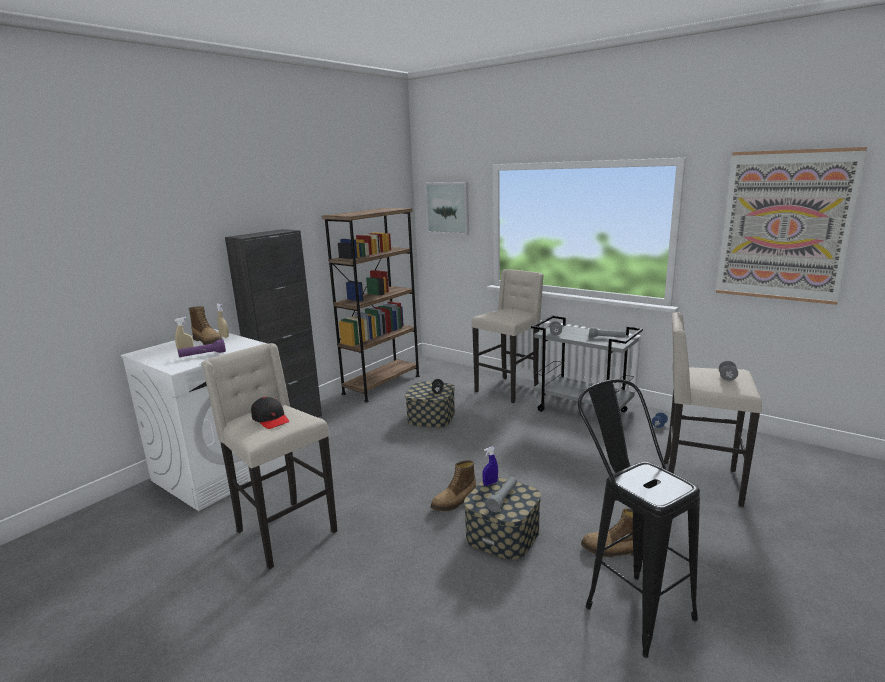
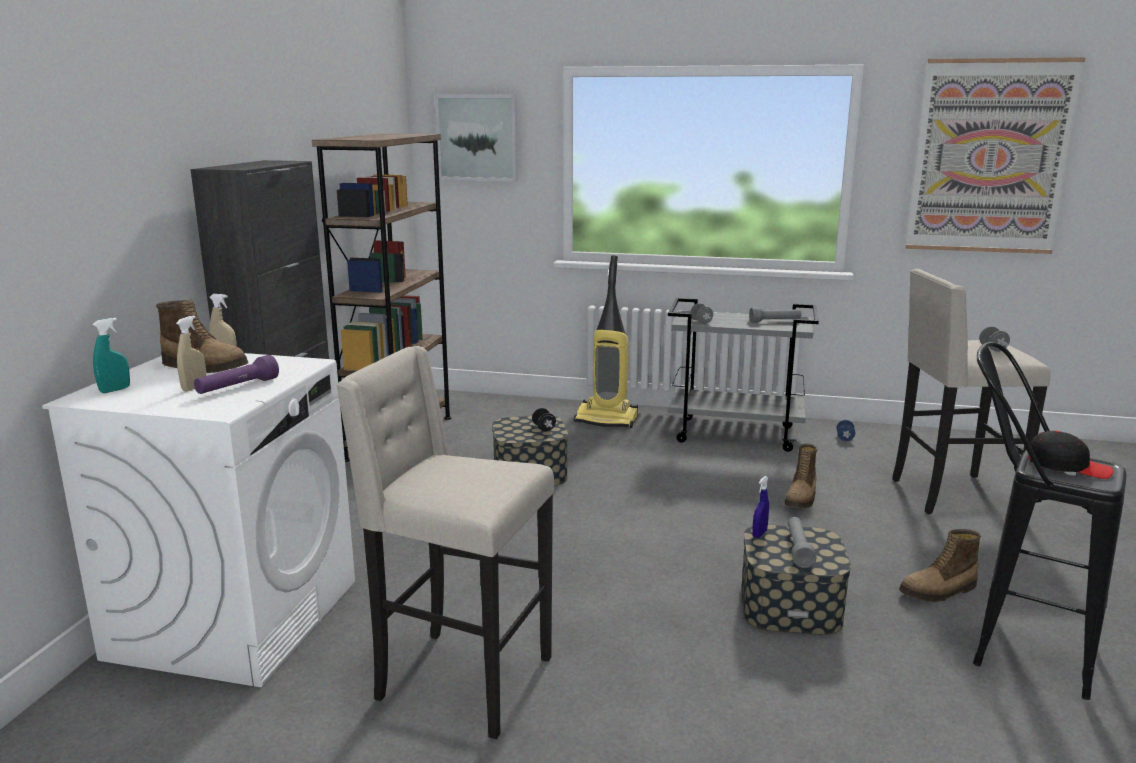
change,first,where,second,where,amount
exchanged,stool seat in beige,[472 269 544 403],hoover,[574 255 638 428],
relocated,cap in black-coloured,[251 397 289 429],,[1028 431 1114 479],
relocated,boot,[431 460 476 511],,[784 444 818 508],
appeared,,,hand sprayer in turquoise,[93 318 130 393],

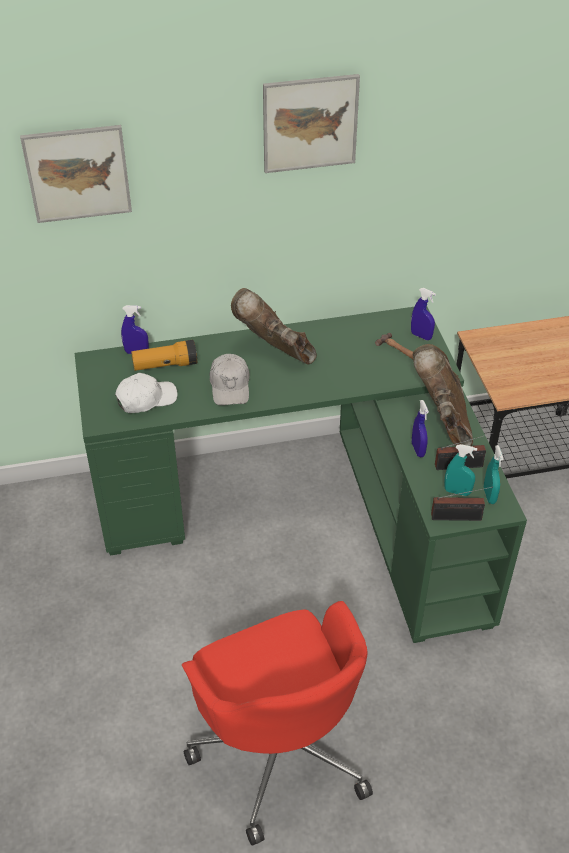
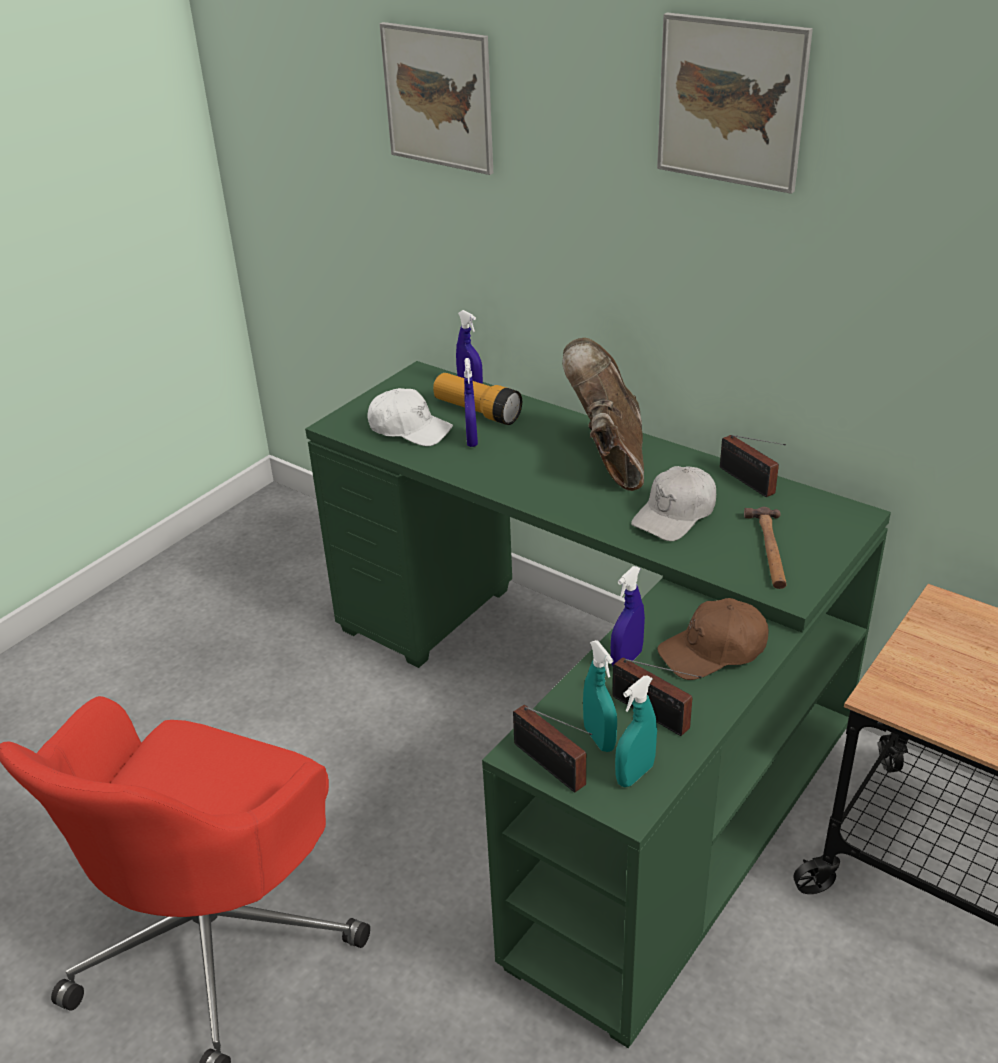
change,first,where,second,where,amount
relocated,hand sprayer in bluish,[411 288 436 340],,[464 358 478 447],
exchanged,boot in brown-coloured,[413 344 473 446],cap in brown-coloured,[657 598 769 680],
relocated,cap in white-coloured,[209 354 249 405],,[631 466 716 541],
appeared,,,radio set,[720 435 786 497],

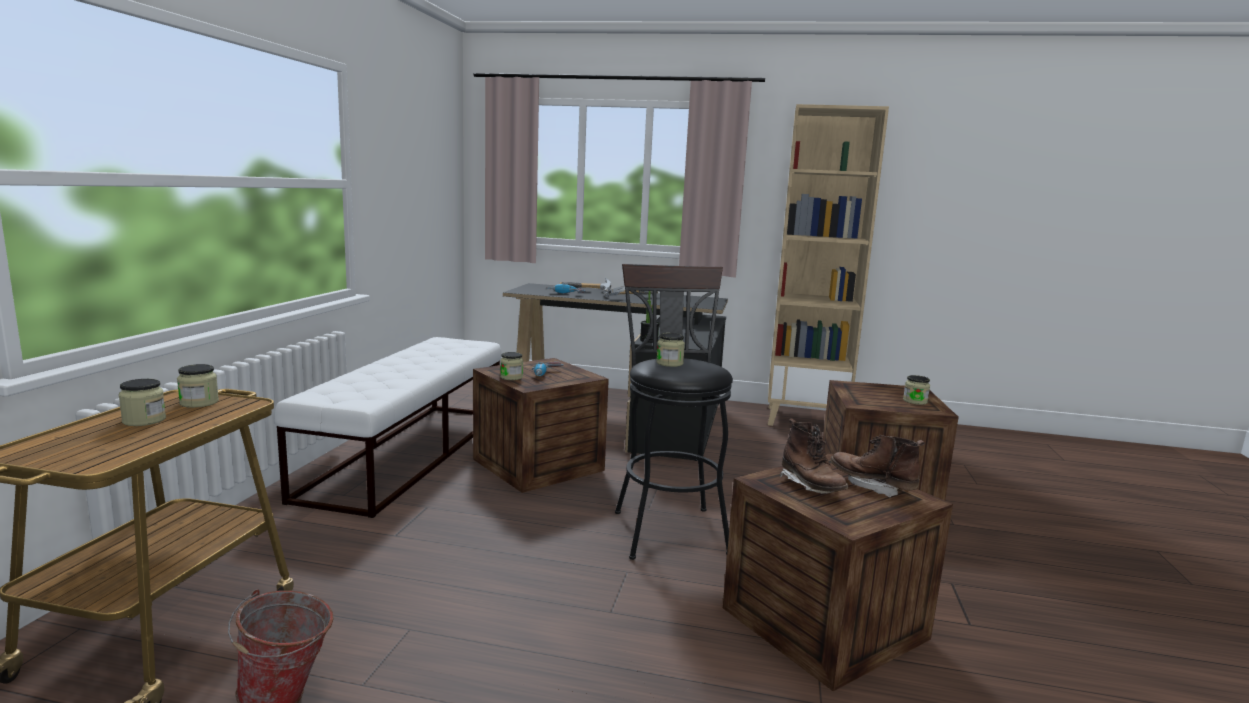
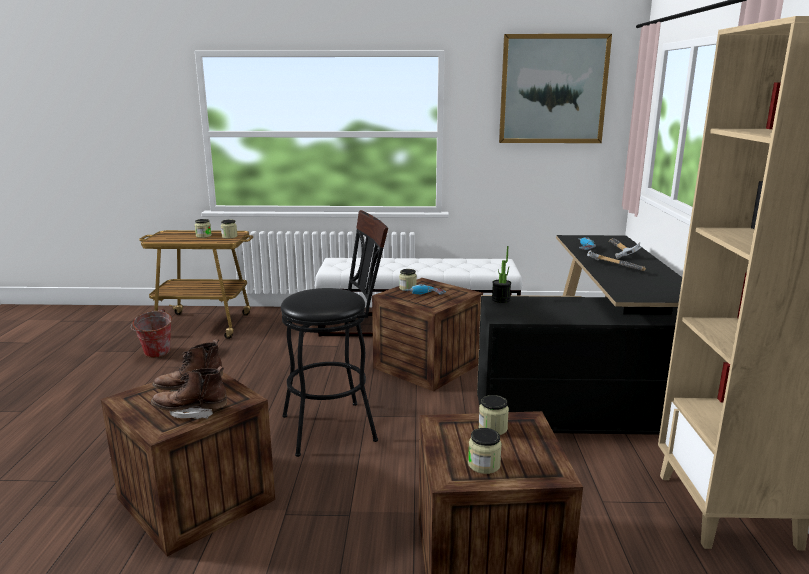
change,first,where,second,where,amount
relocated,jar,[656 333 685 367],,[478 395 509 435],
spun,boot in brown-coloured,[830 435 925 497],,[151 366 227 419],120 degrees counterclockwise
appeared,,,wall picture,[499 34 612 143],

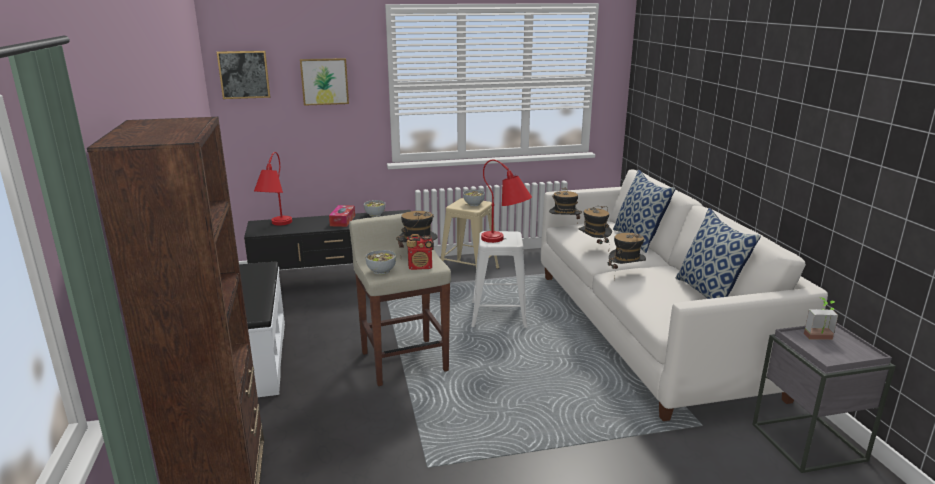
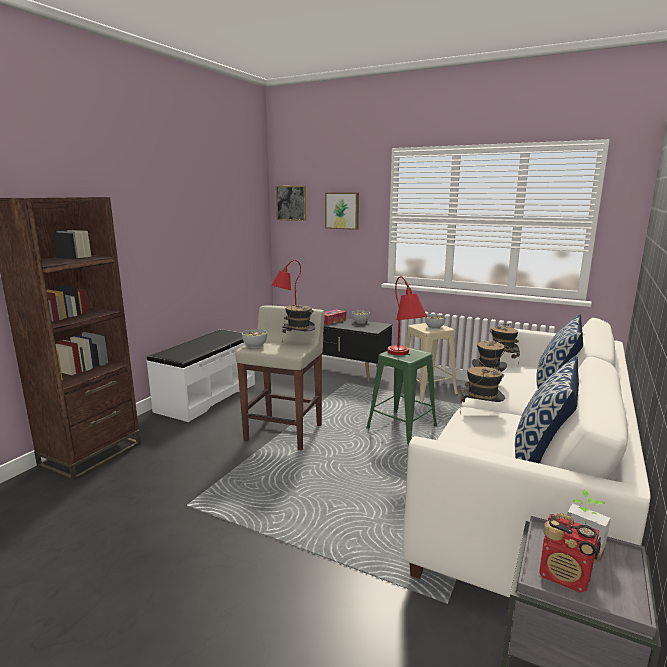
change,first,where,second,where,amount
colour,stool seat in white-coloured,[471 231 528 328],stool seat in greenish,[366 347 437 445],
relocated,radio set,[407 234 434 270],,[539 513 601 593],

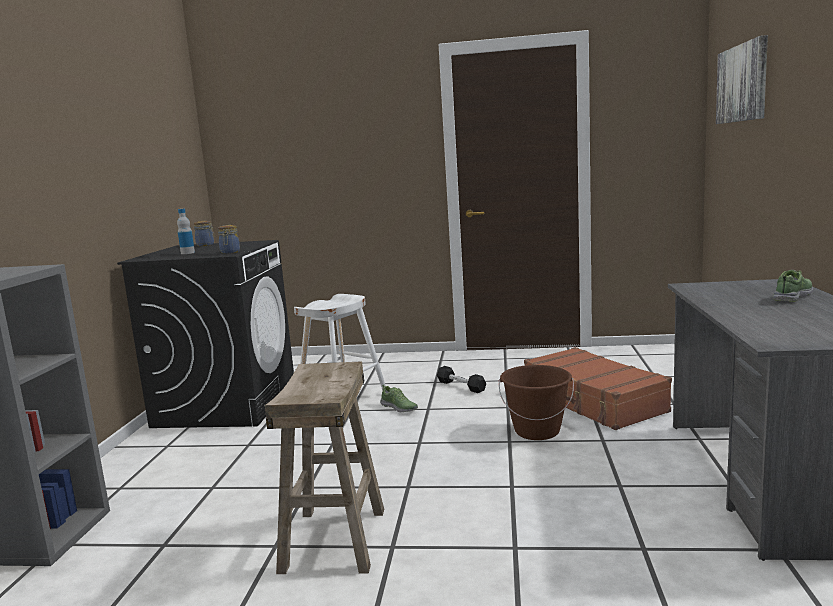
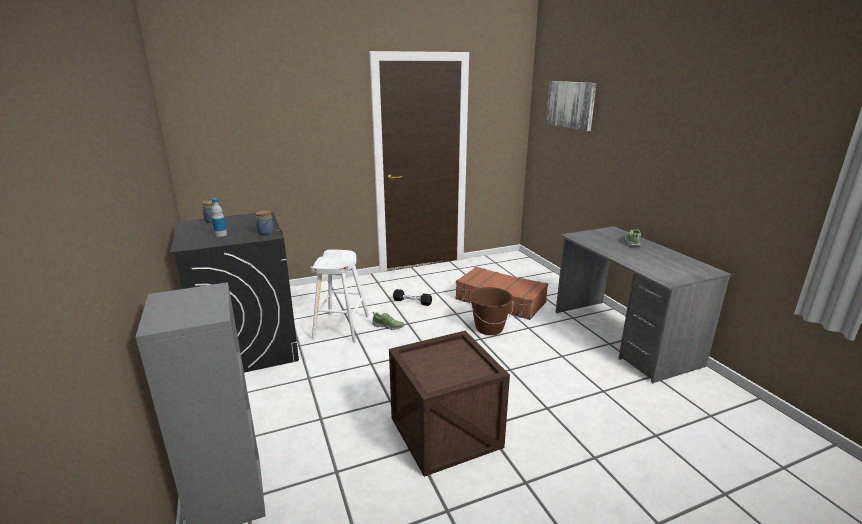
change,first,where,second,where,amount
exchanged,stool seat in beige,[265 361 384 574],shipping crate,[389 331 510 477],

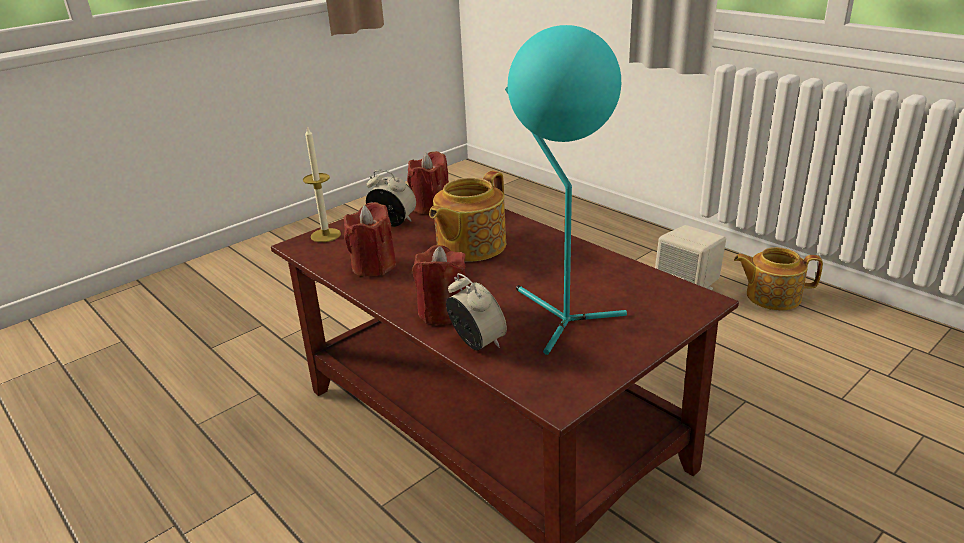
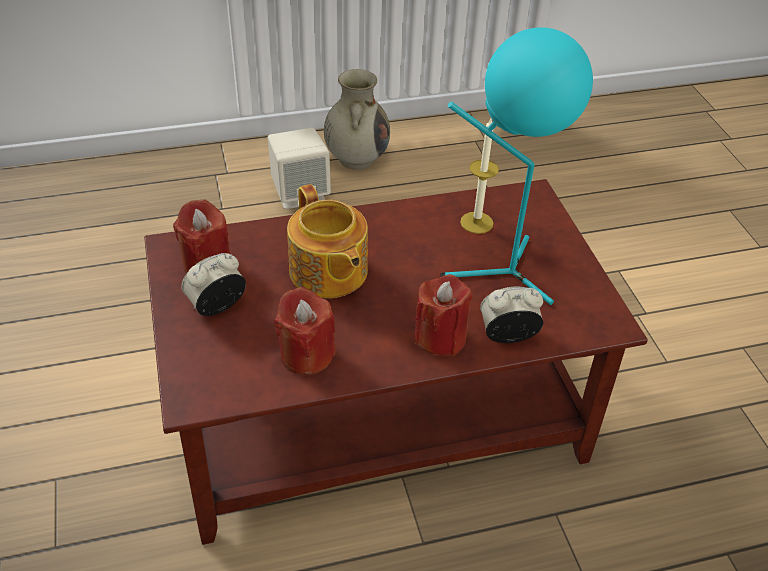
change,first,where,second,where,amount
relocated,wax light,[303 126 341 242],,[460 118 499 234],
exchanged,tea pot,[734 247 823 310],decorative vase in beige,[324 69 390 170],

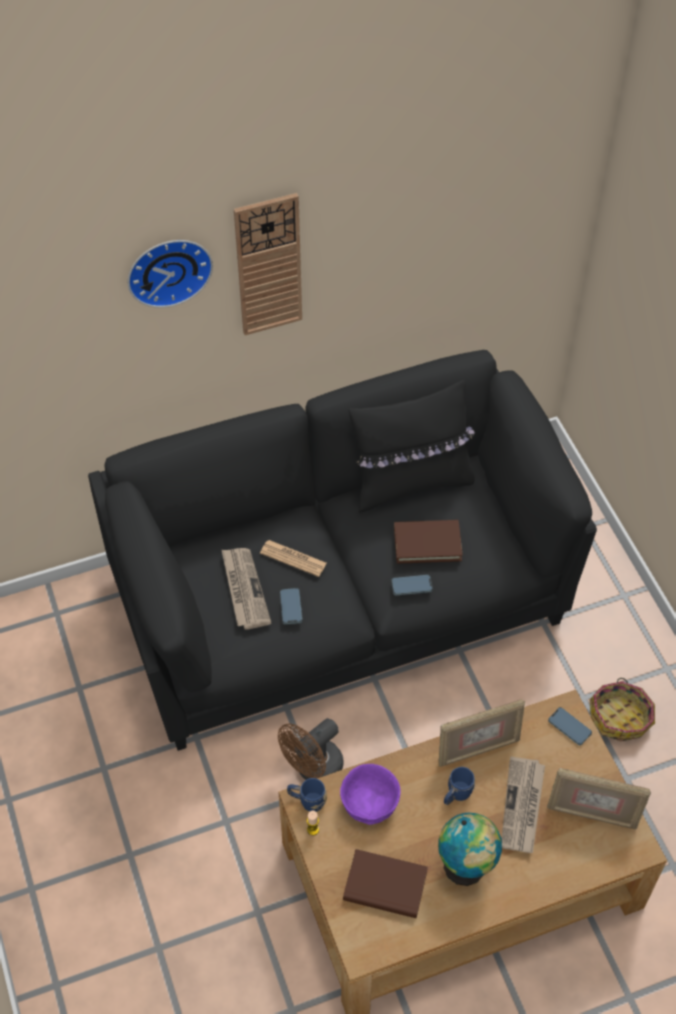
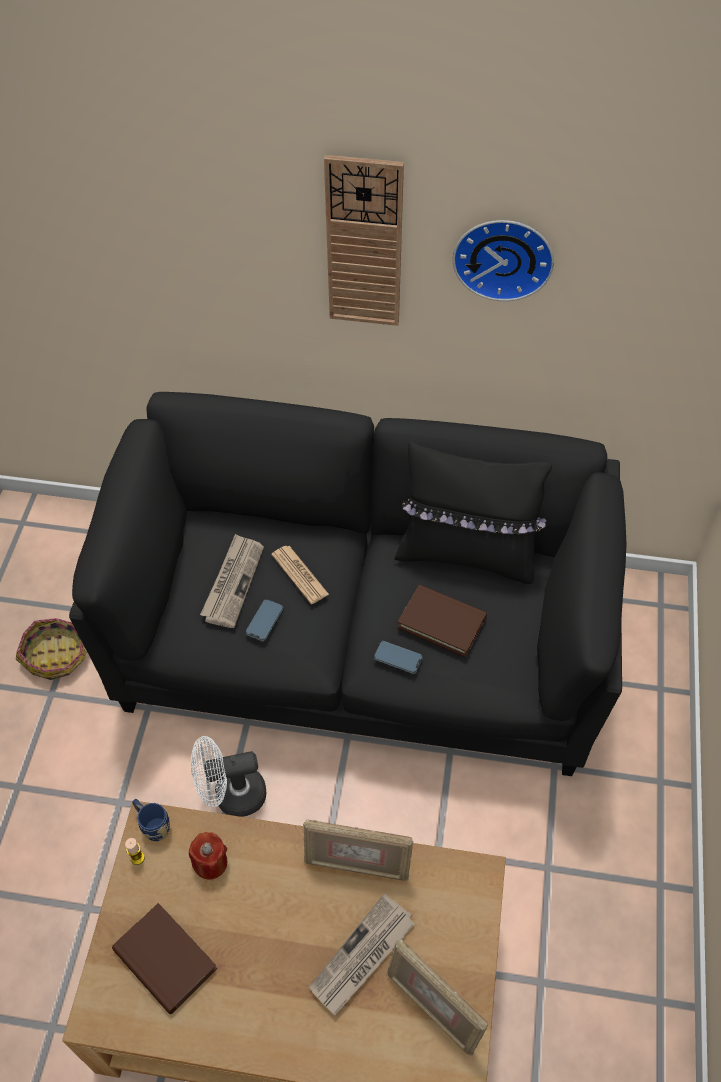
change,first,where,second,where,amount
relocated,hanging clock,[128 240 213 308],,[453 220 554 301],
relocated,household basket,[590 678 655 742],,[16 618 86 680],
missing,telephone,[548 707 592 745],,,
colour,electric fan in brown-coloured,[278 718 344 780],electric fan in white-coloured,[191 736 266 817],
exchanged,deep dish in purple-coloured,[340 764 401 825],wax light in reddish,[189 832 227 880],
missing,coffee mug in bluish,[444 767 475 805],,,
missing,world globe,[438 813 502 886],,,

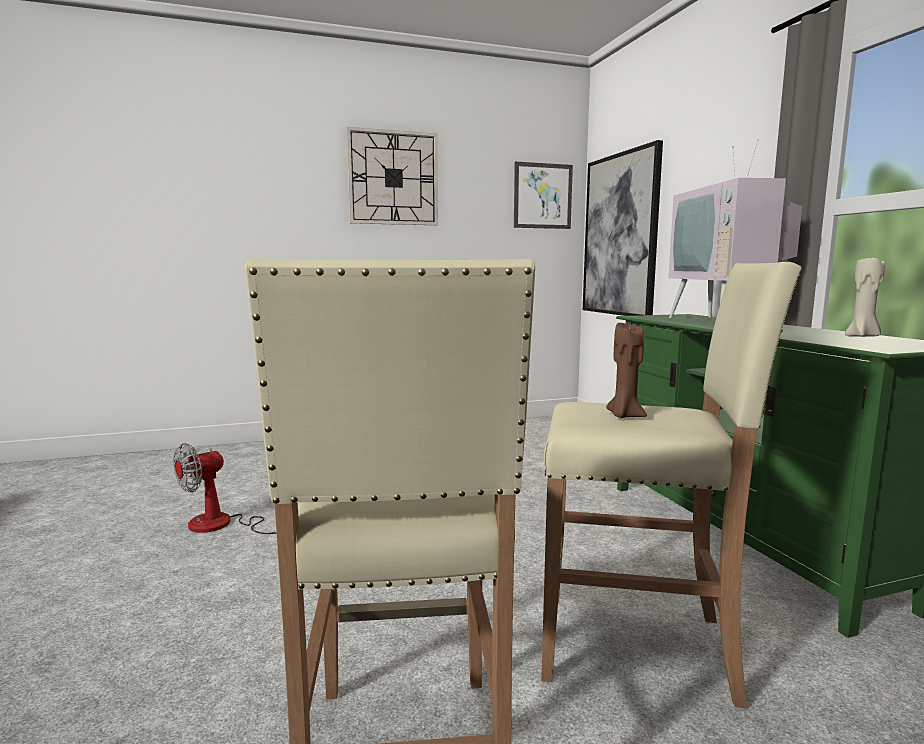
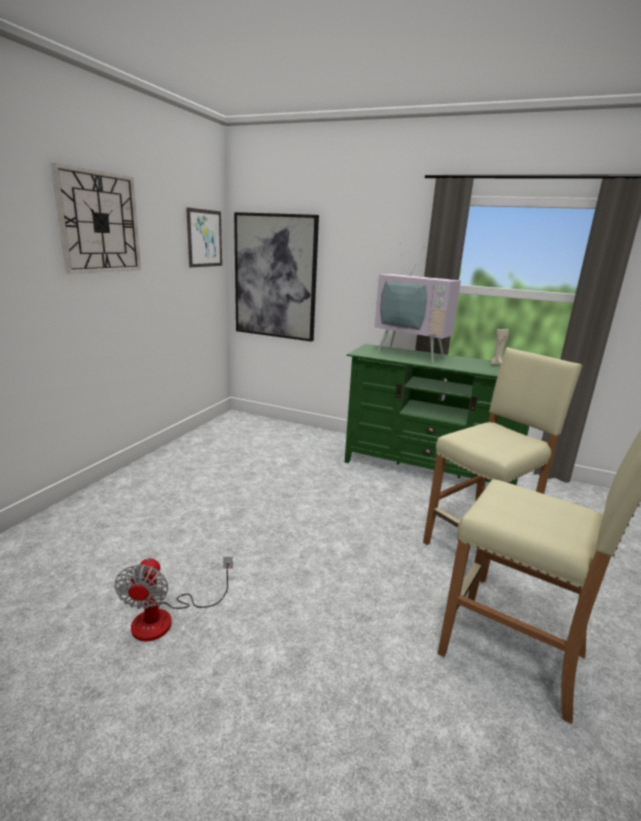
change,first,where,second,where,amount
missing,wax light in brown-coloured,[606 323 647 418],,,

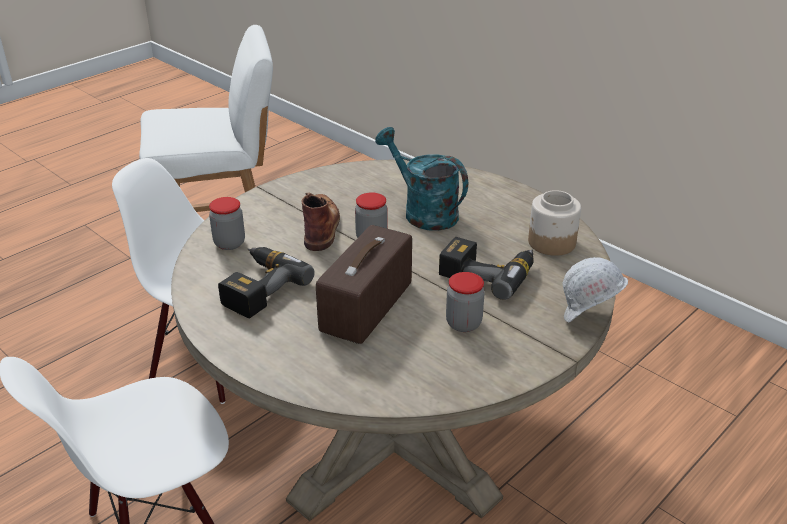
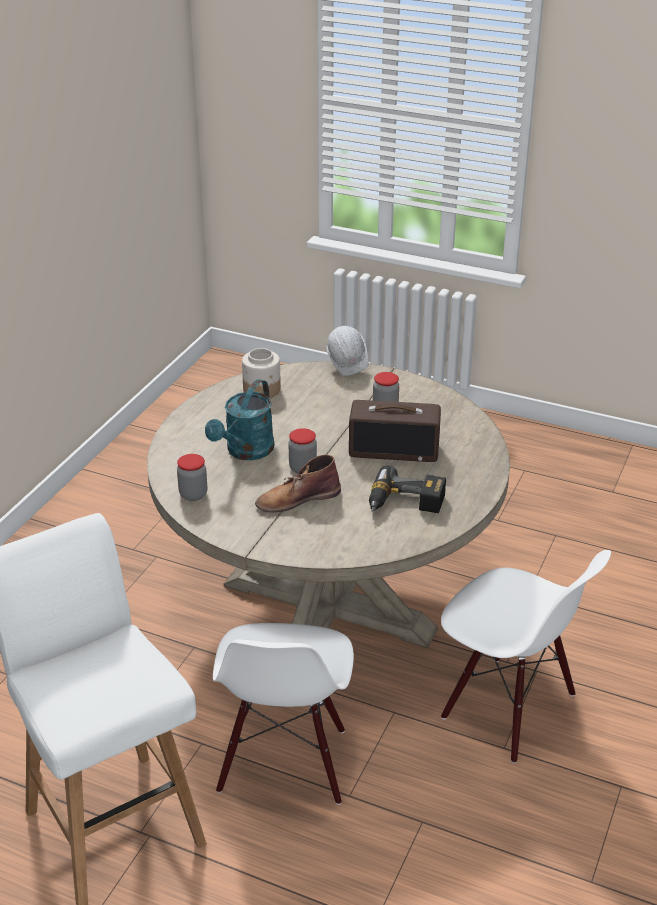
change,first,where,second,where,amount
relocated,jar,[209 197 245 250],,[177 454 207 501],
missing,power drill,[439 237 534 300],,,

